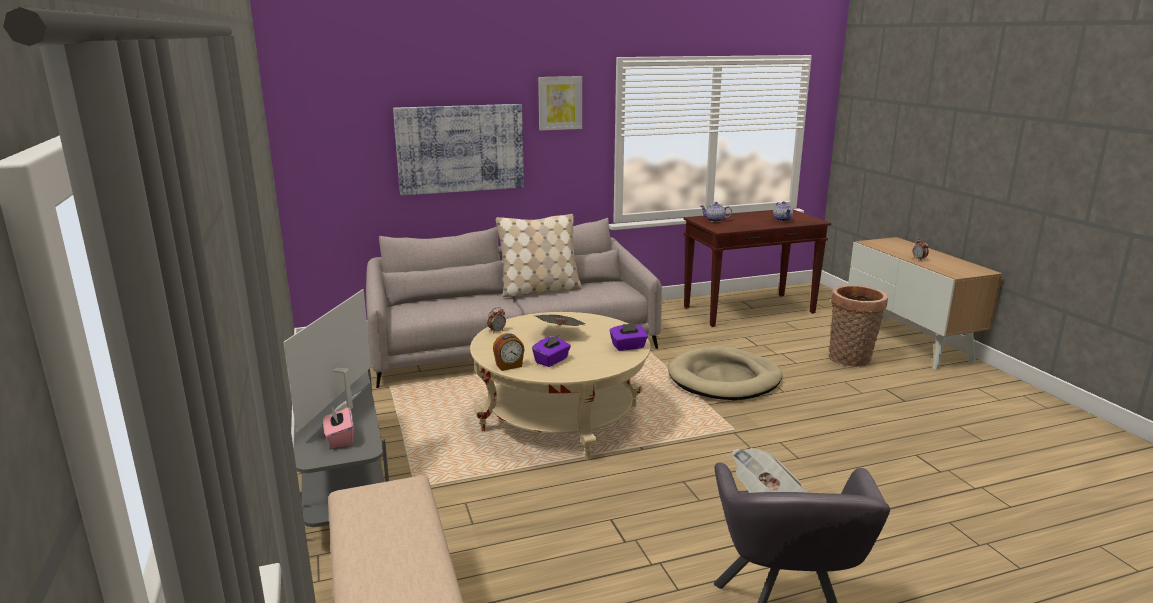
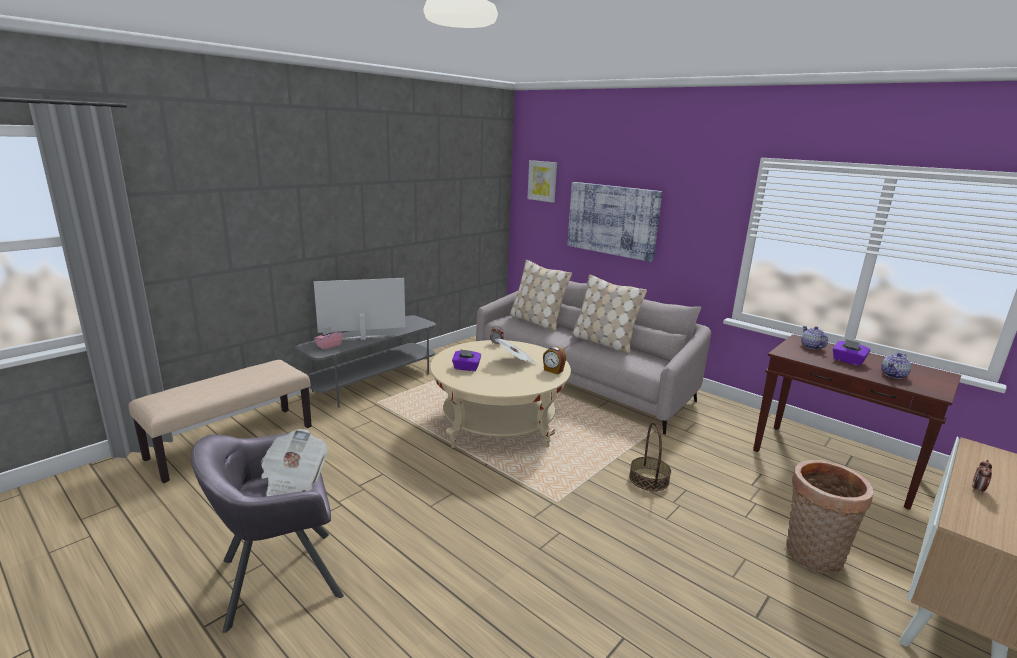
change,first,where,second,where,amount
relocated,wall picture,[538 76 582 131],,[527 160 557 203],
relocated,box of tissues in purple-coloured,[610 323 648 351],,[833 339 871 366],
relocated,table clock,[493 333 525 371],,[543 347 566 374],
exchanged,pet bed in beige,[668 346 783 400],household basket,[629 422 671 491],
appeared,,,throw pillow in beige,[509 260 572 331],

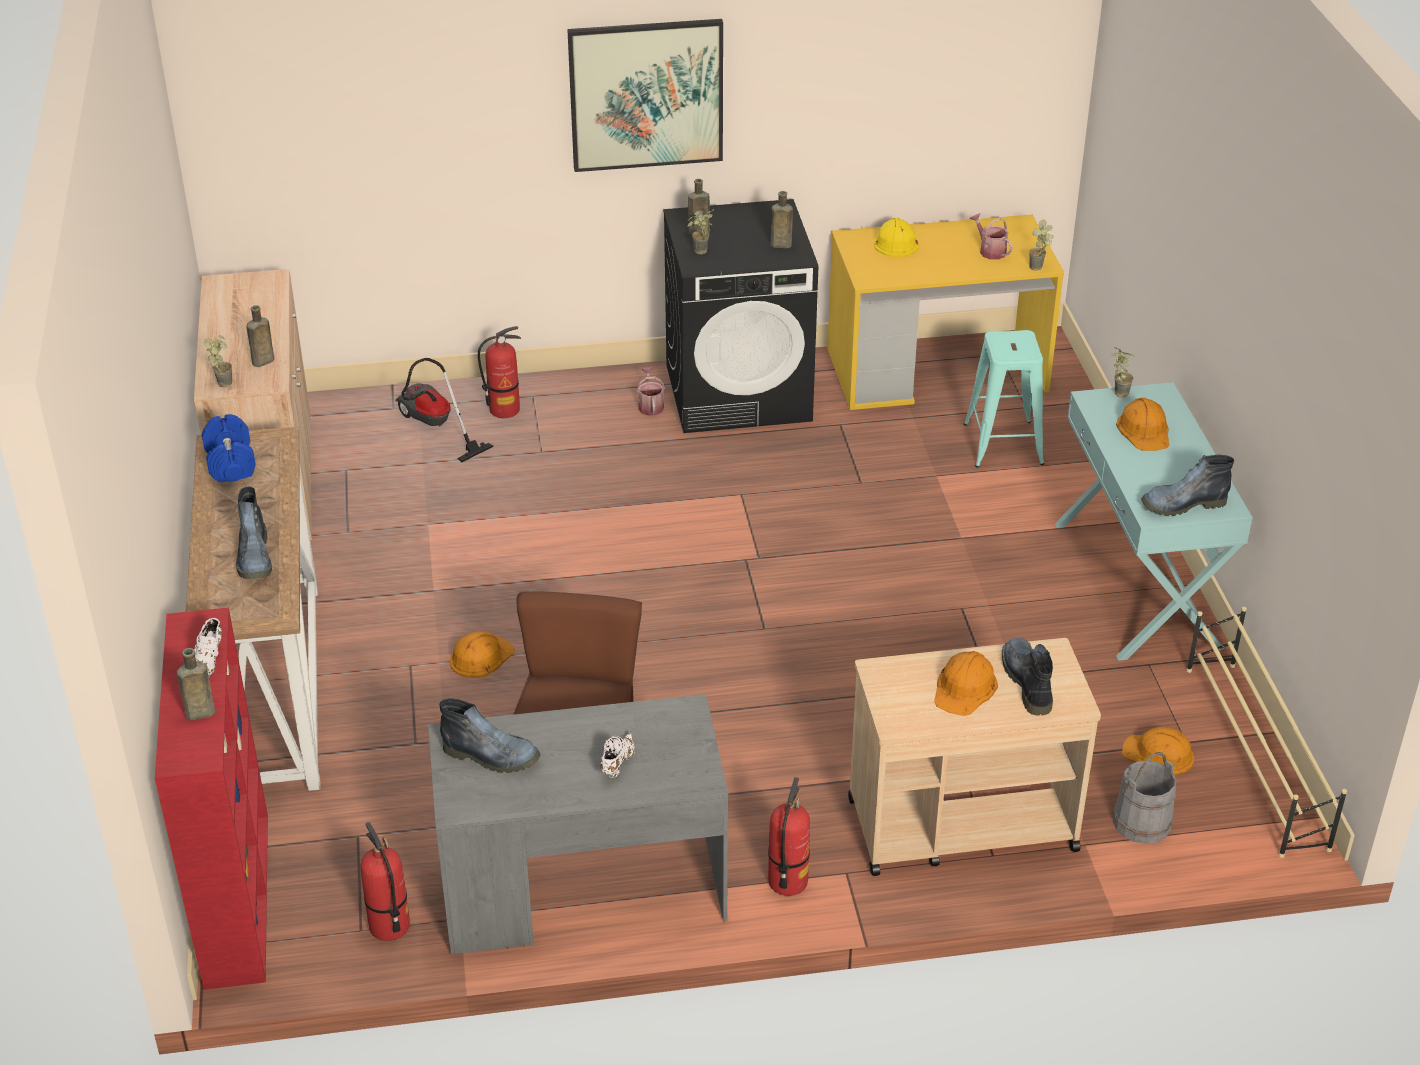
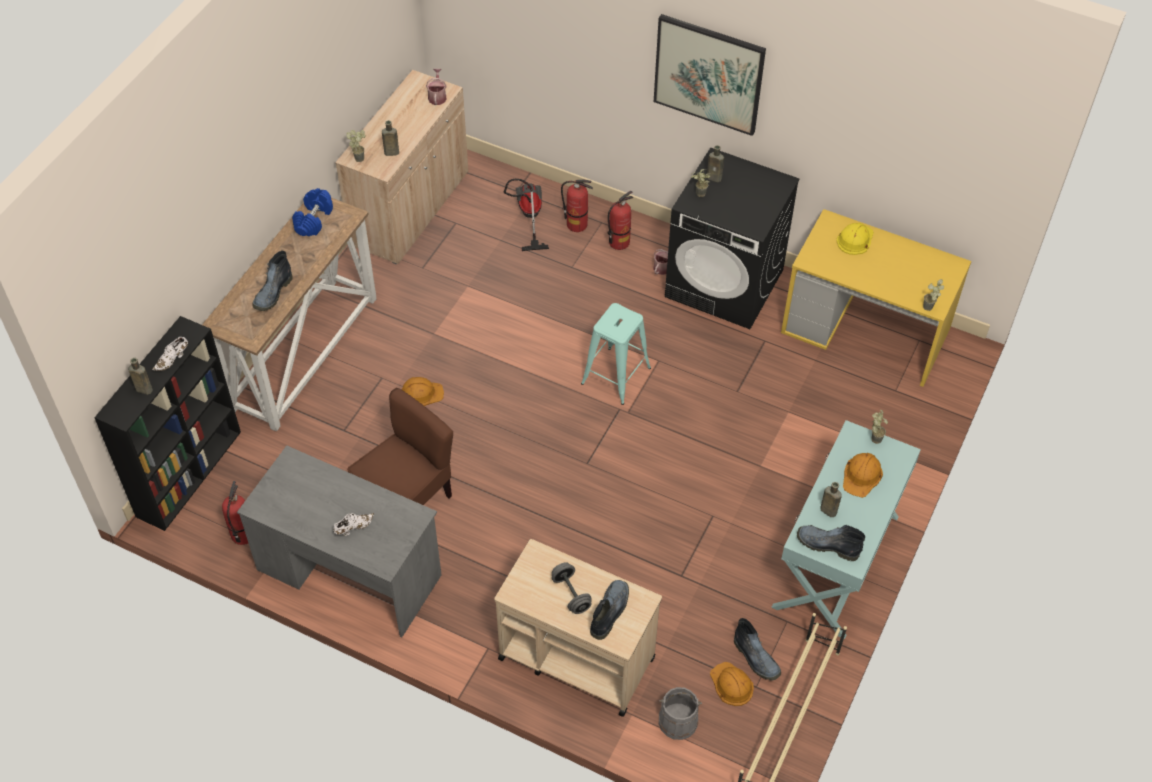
change,first,where,second,where,amount
relocated,drink bottle in brown-coloured,[771 191 793 248],,[820 482 842 517],
relocated,sprinkling can,[970 213 1013 260],,[426 69 447 105],
relocated,stool seat in turquoise,[964 330 1044 468],,[581 303 651 405],
colour,bookshelf in reddish,[155 608 268 990],bookshelf in black-coloured,[94 316 241 531],
exchanged,work helmet in orangey,[934 651 998 716],free weight in grey,[552 562 592 614],
relocated,boot,[439 698 540 773],,[734 618 781 681],
relocated,fire-fighting cylinder,[768 777 810 896],,[608 191 633 250],

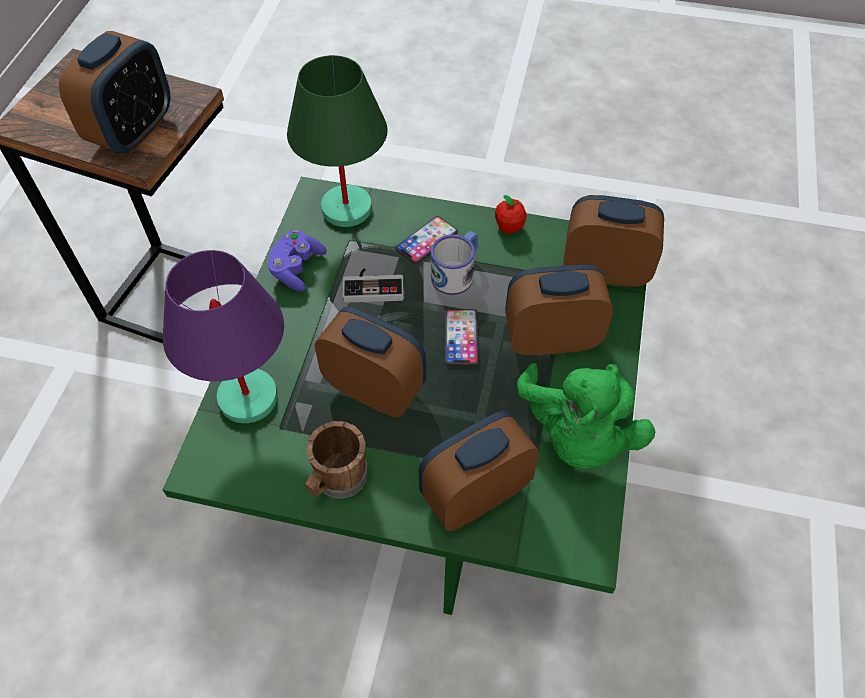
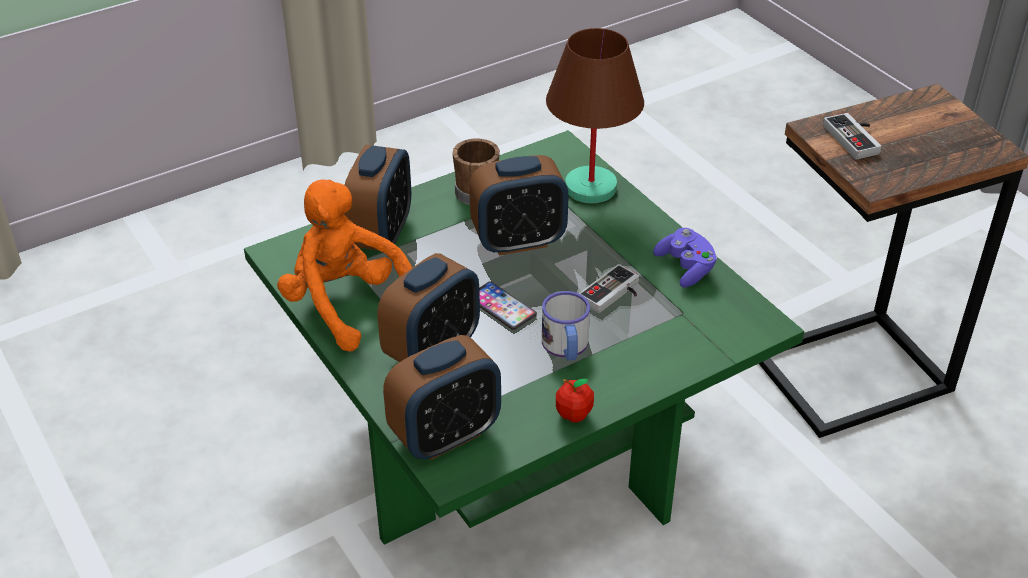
change,first,where,second,where,amount
exchanged,table clock,[59 31 171 153],game controller,[823 113 881 160],
missing,tabletop lamp in greenish,[287 55 388 227],,,
missing,telephone,[395 216 458 264],,,
colour,tabletop lamp in purple-coloured,[163 250 284 423],tabletop lamp in brown-coloured,[546 28 644 203],
colour,cuddly toy in greenish,[517 363 655 469],cuddly toy in orangey,[277 179 412 352],

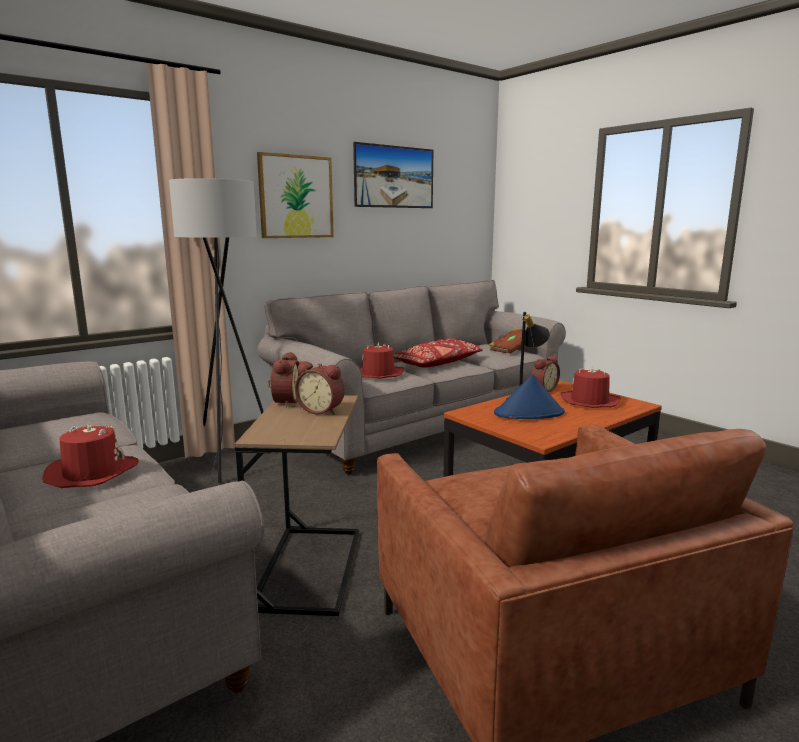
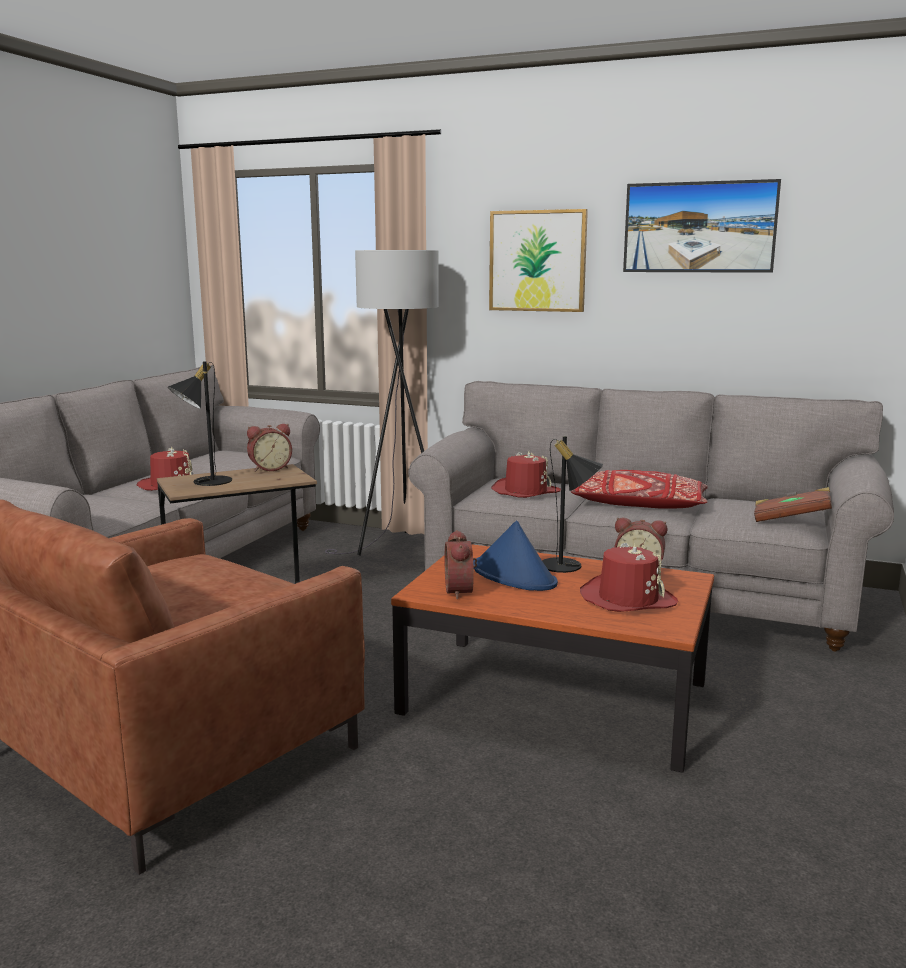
change,first,where,second,where,amount
relocated,table clock,[295 361 345 415],,[445 530 477 599],
appeared,,,tabletop lamp in black-coloured,[168 361 232 486],

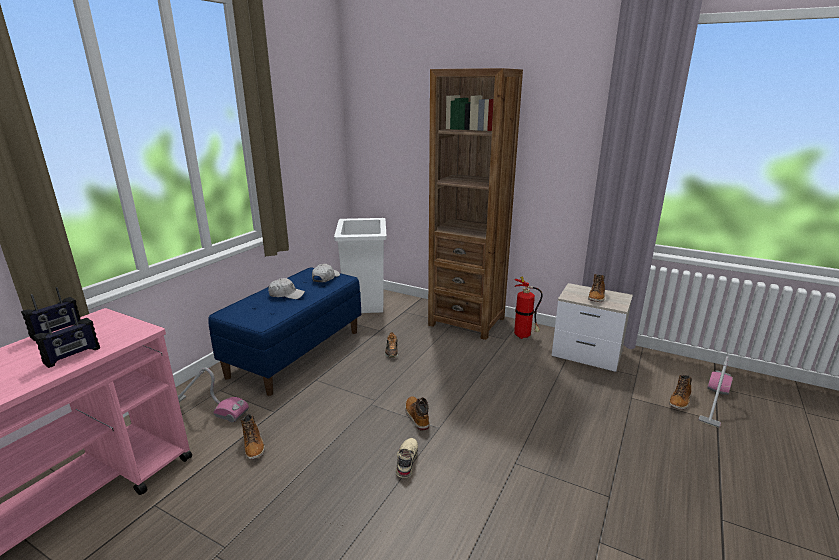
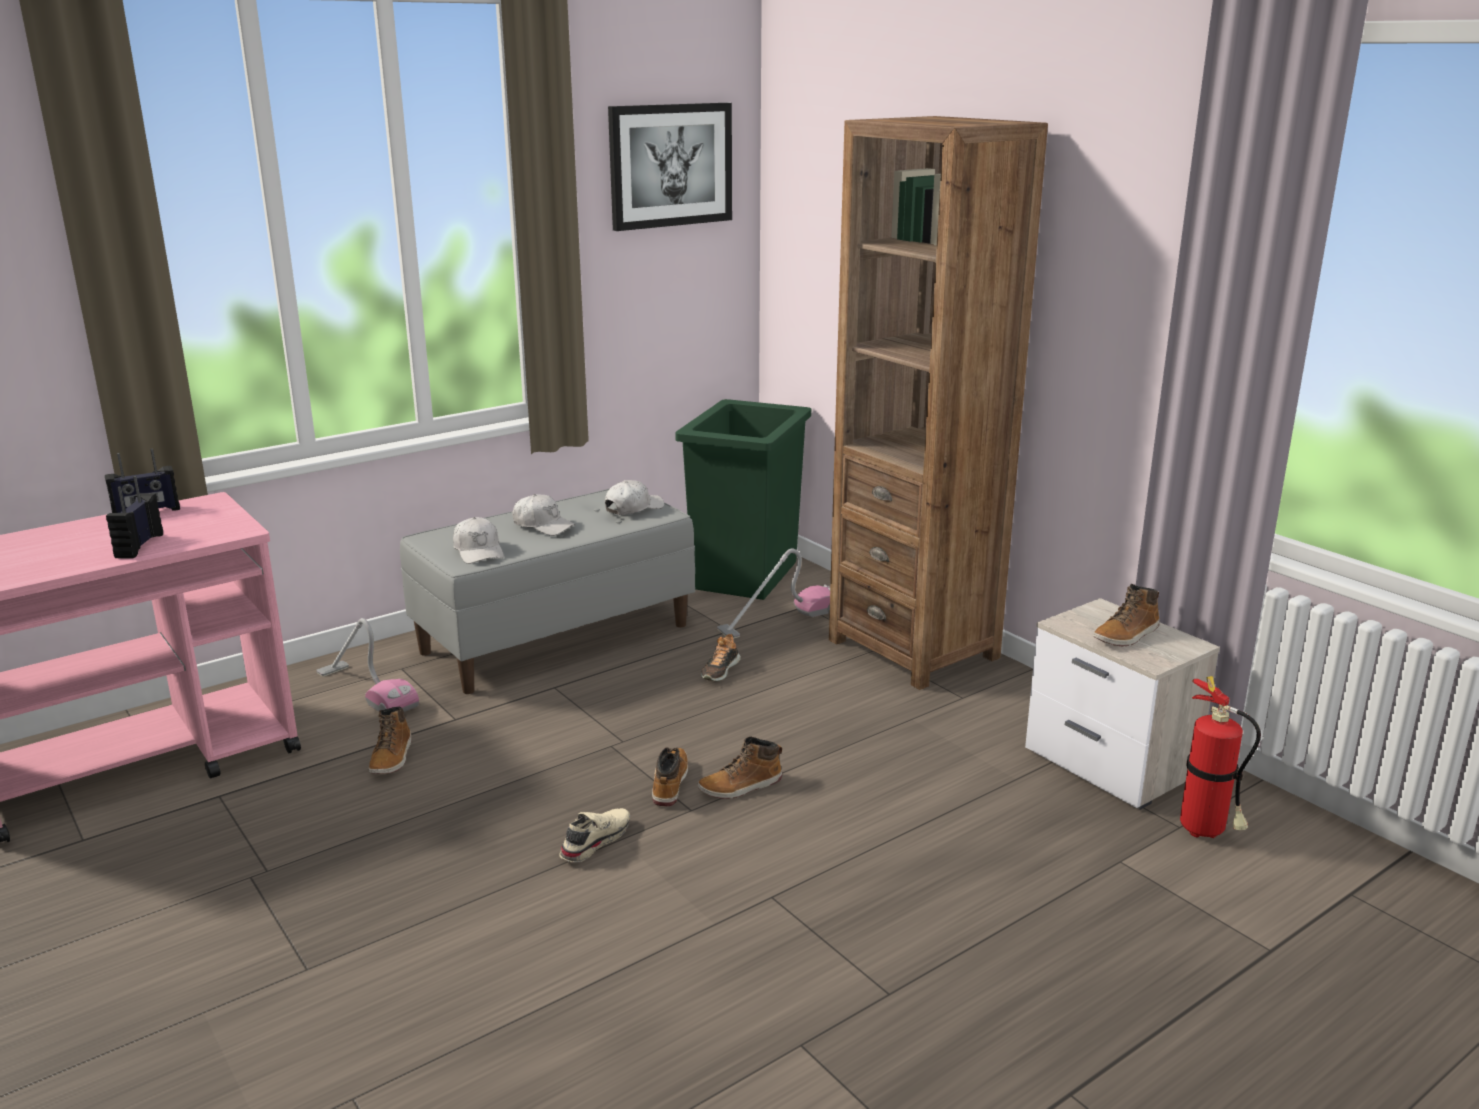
change,first,where,second,where,amount
colour,rubbish bin in white-coloured,[334 218 387 313],rubbish bin in greenish,[675 399 811 600],
colour,indoor bench in bluish,[208 267 361 396],indoor bench in grey,[400 489 695 694],
relocated,fire-fighting cylinder,[514 276 543 339],,[1180 676 1261 838],
spun,radio set,[34 308 100 368],,[106 476 163 559],120 degrees clockwise
relocated,hoover,[699 356 733 428],,[717 548 830 638],
relocated,boot,[669 375 692 410],,[698 736 782 799],
appeared,,,wall picture,[608 103 732 231],
appeared,,,cap in white-coloured,[453 517 504 564],

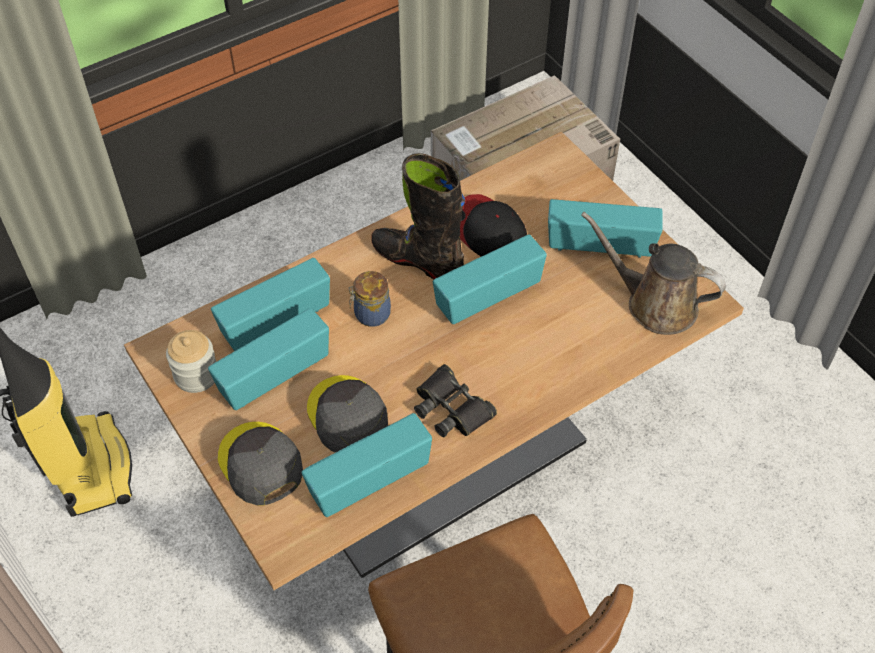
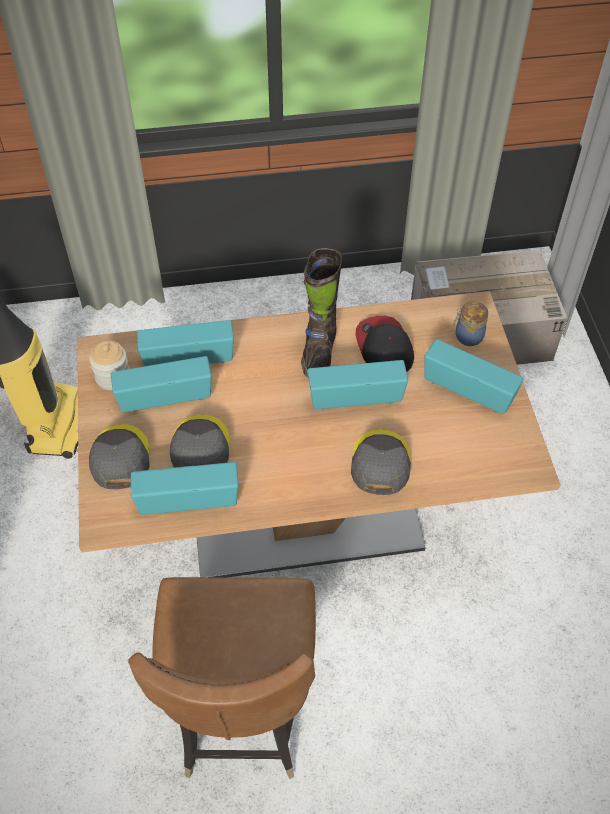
change,first,where,second,where,amount
spun,boot in black-coloured,[371 153 465 279],,[301 248 342 377],135 degrees counterclockwise
missing,sprinkling can in brown-coloured,[581 212 726 335],,,
relocated,jar,[349 271 391 327],,[453 301 488 346],
missing,binoculars in black-coloured,[414 364 497 437],,,
appeared,,,cap in grey,[351 429 411 495],

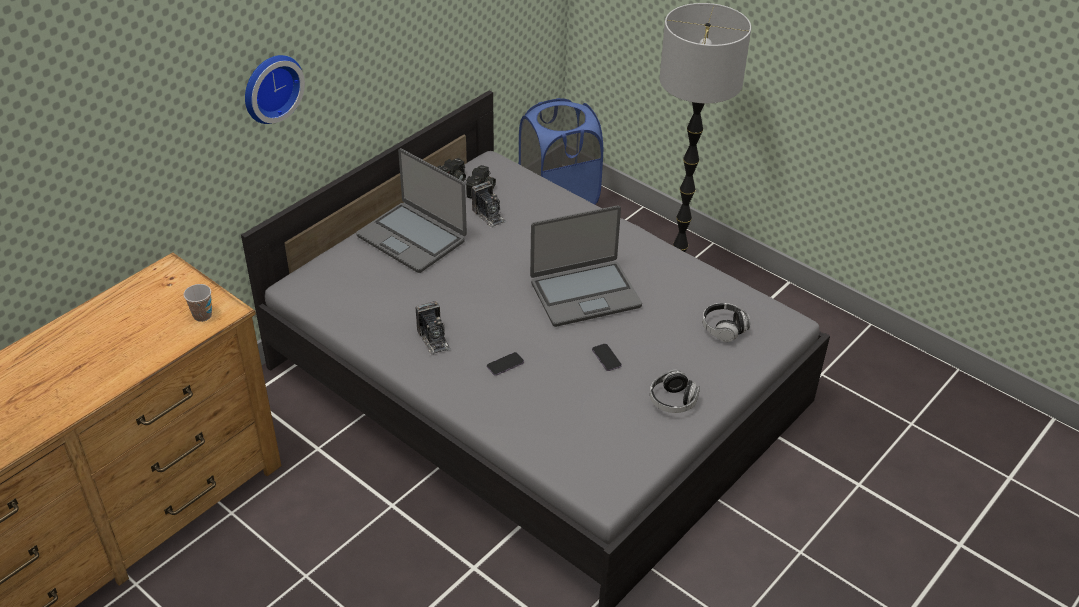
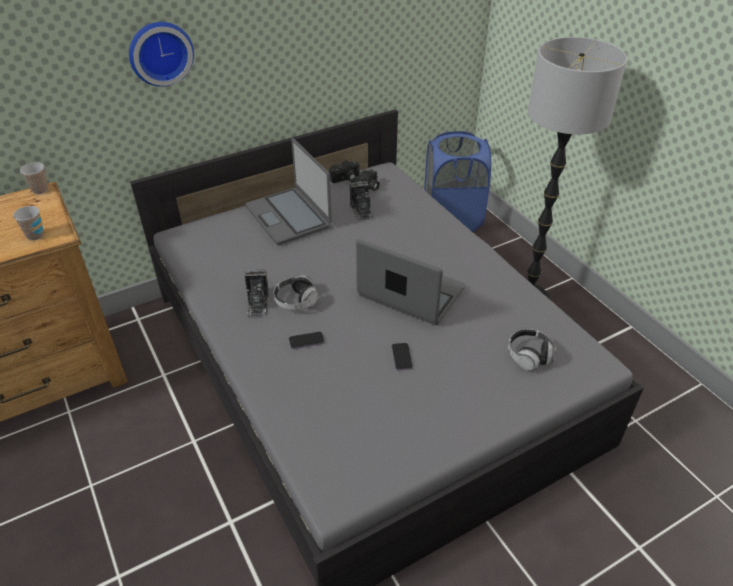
change,first,where,second,where,amount
spun,portable computer,[530 206 642 327],,[356 239 465 325],150 degrees counterclockwise
relocated,pair of headphones,[650 370 700 413],,[274 275 318 310],
appeared,,,small cup,[20 162 48 194],

